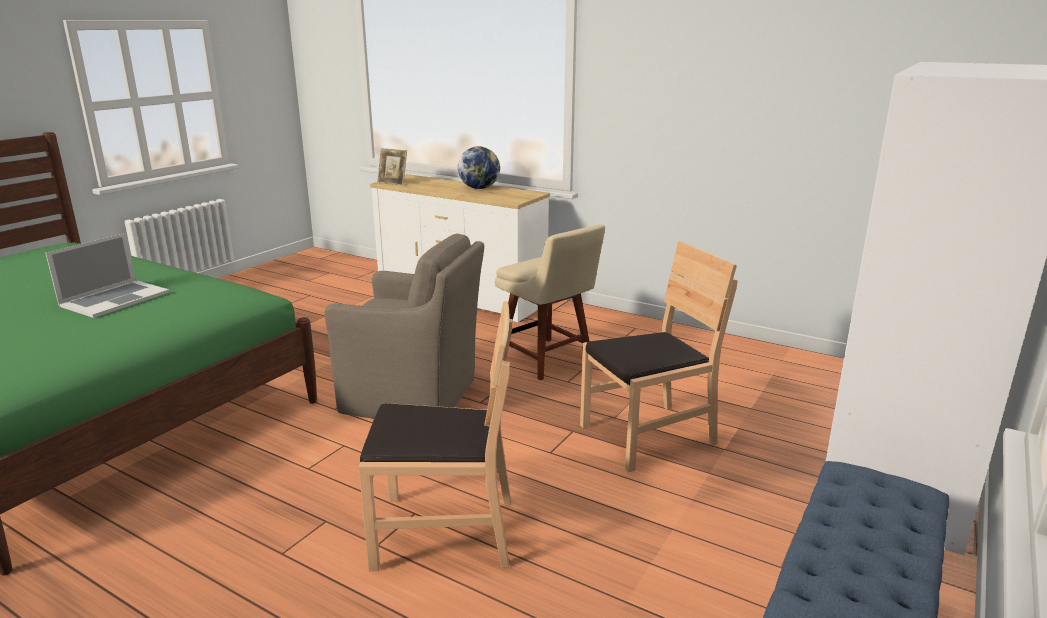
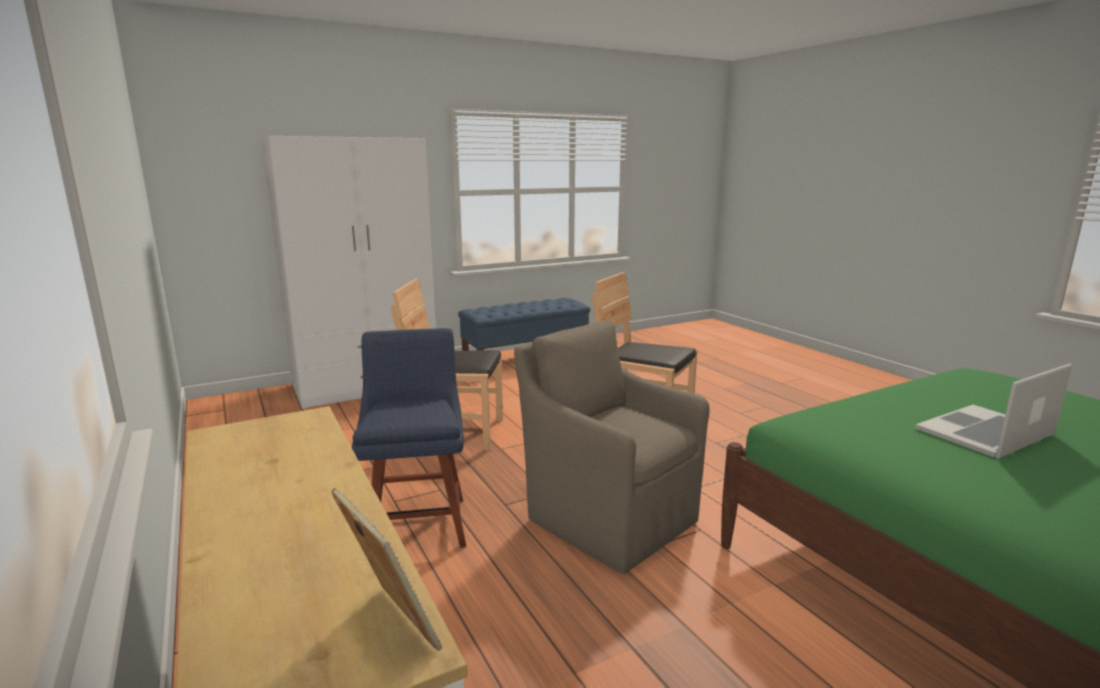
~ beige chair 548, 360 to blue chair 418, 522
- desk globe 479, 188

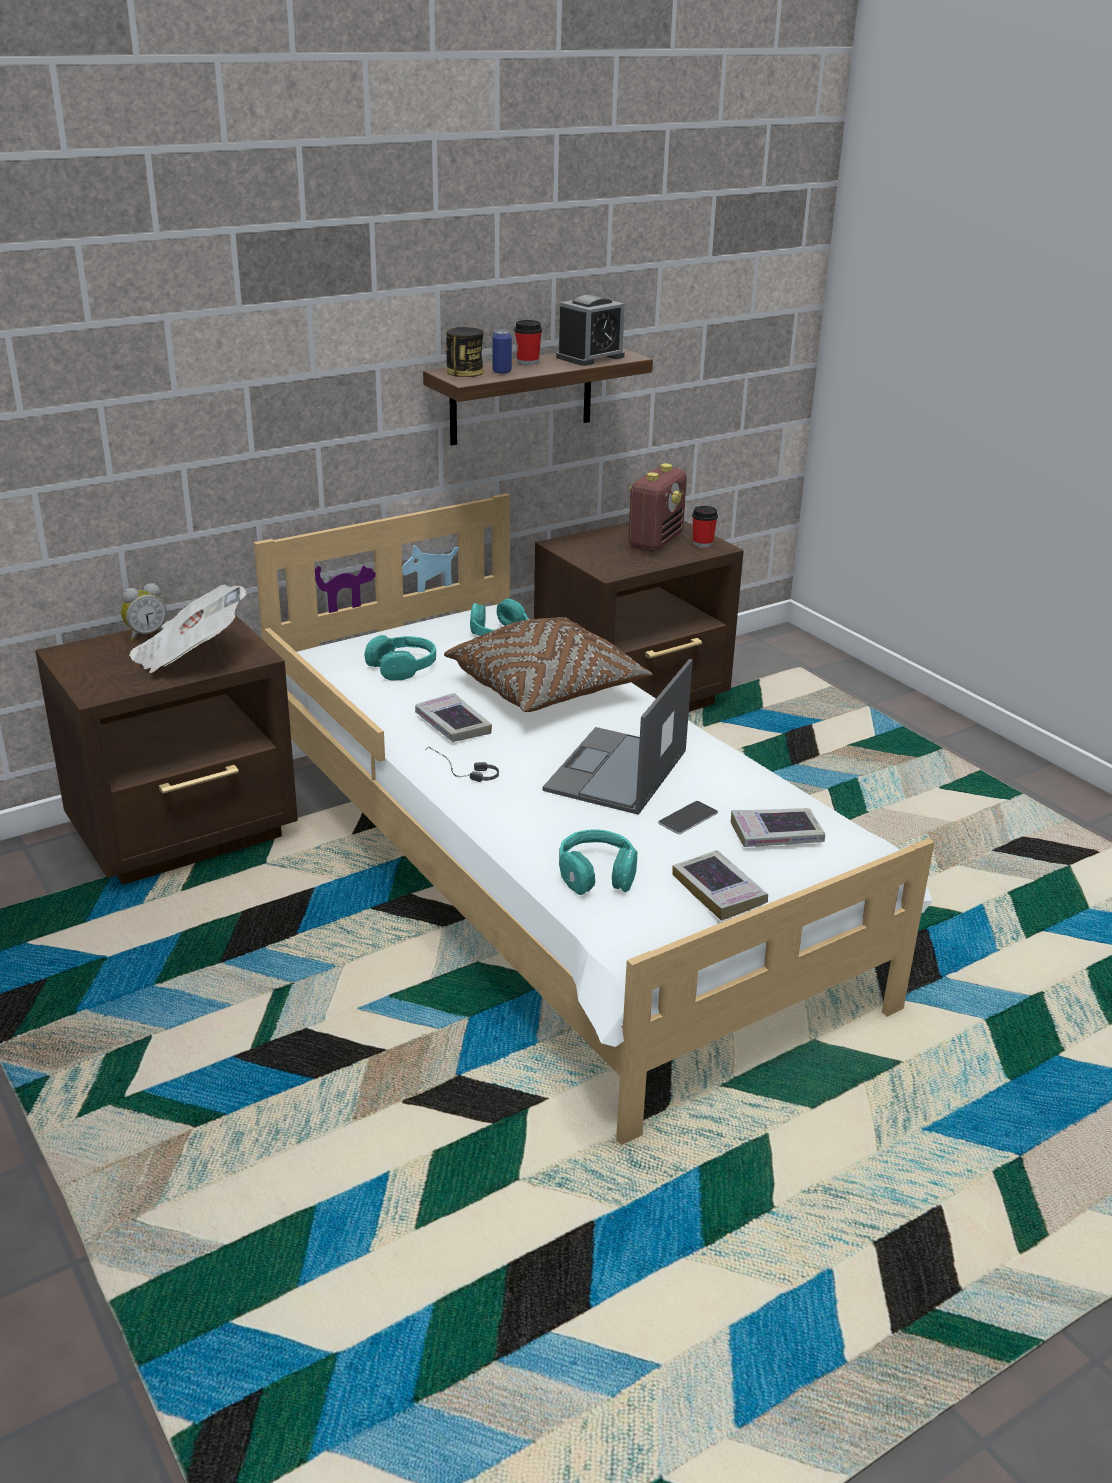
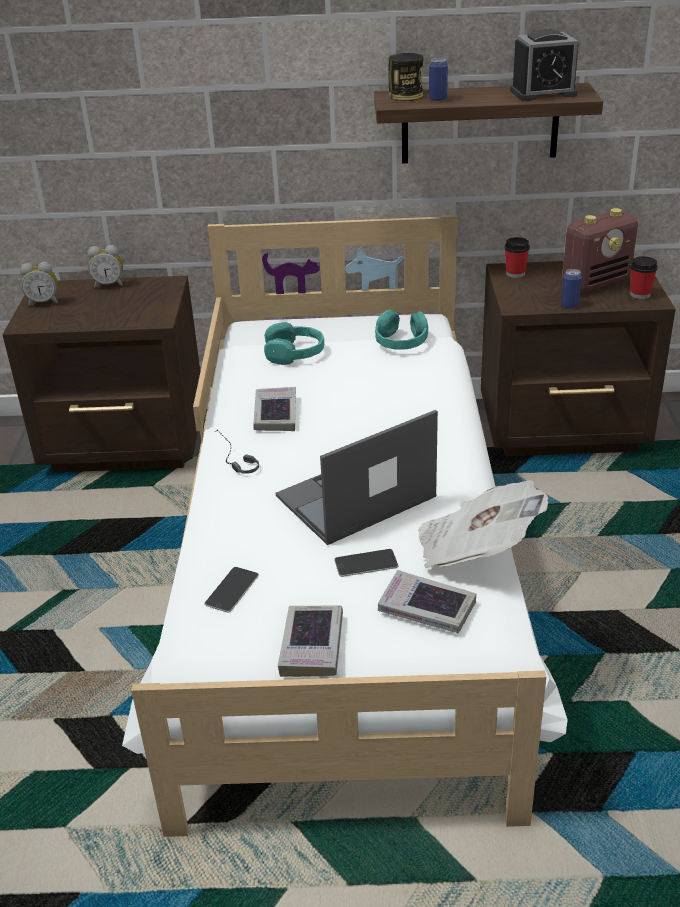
+ table clock 44, 302
~ turquoise-coloured headphones 596, 874 to phone 232, 589
~ printed paper 189, 657 to 475, 550
~ drinking cup 527, 362 to 515, 274
+ metal can 569, 305
- brownish throw pillow 547, 690

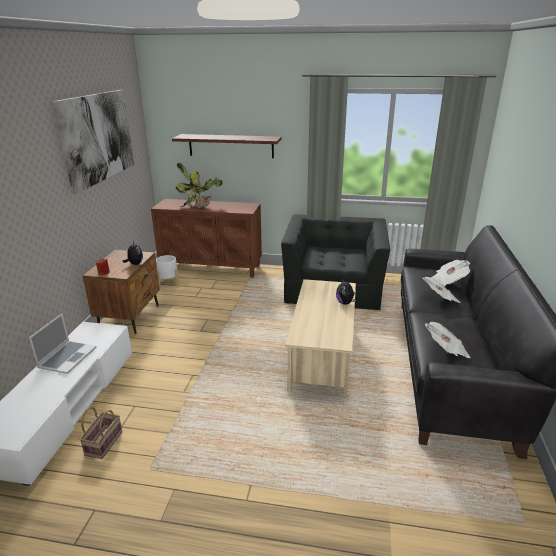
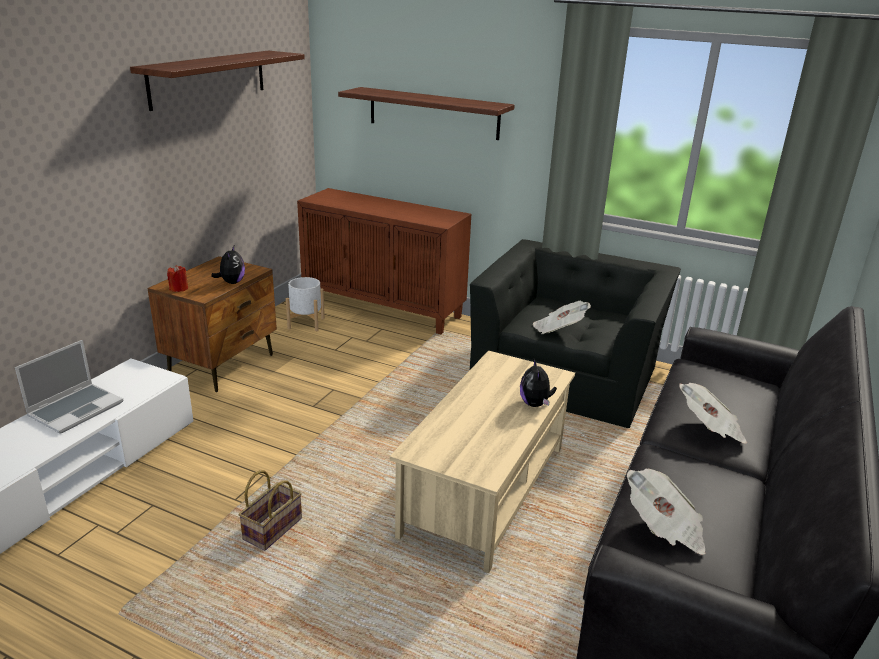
~ wall art 98, 137 to wall shelf 208, 78
~ household basket 103, 442 to 273, 528
~ printed paper 448, 281 to 558, 330
- houseplant 200, 206

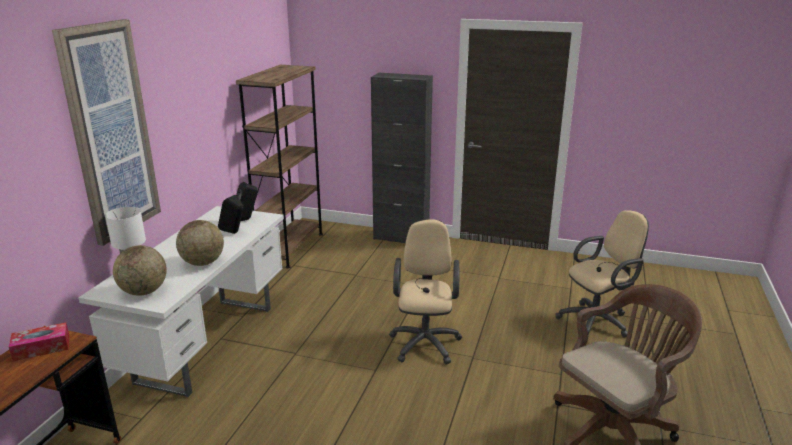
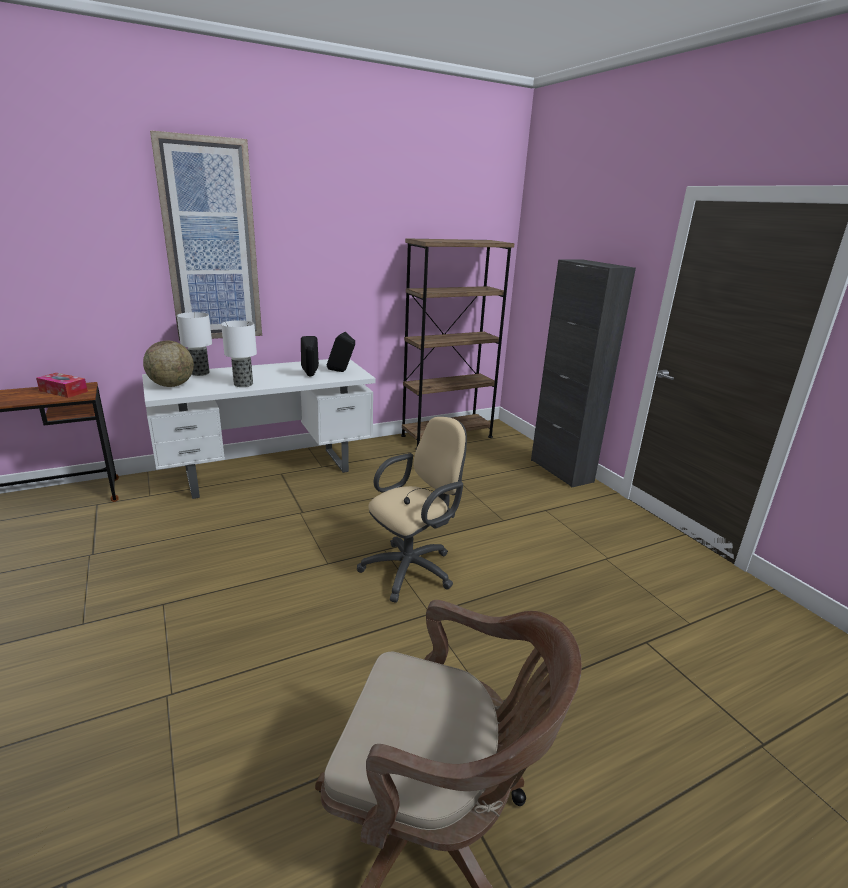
~ desk globe 203, 263 to lamp for a table 243, 384
- beige desk chair 597, 321

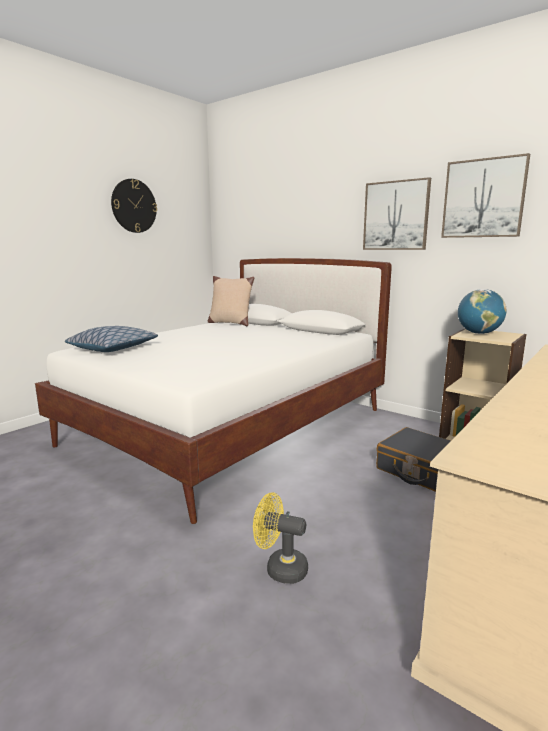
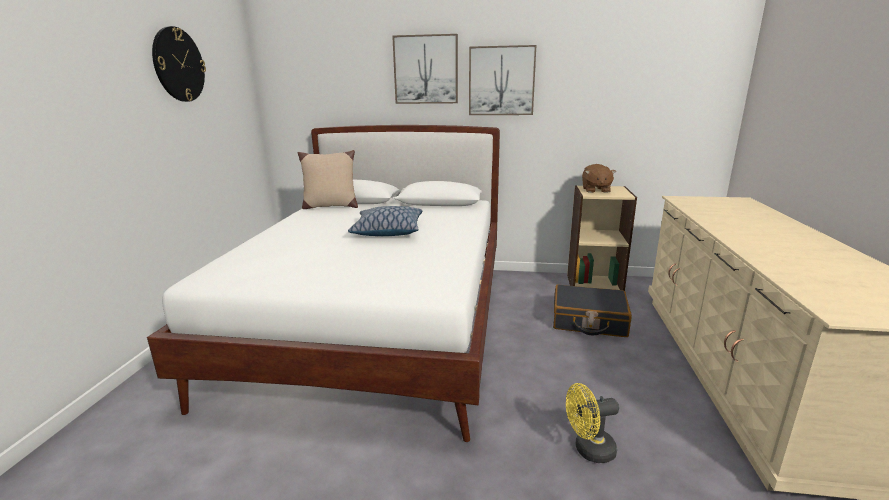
~ throw pillow 113, 348 to 387, 231
~ wall art 483, 198 to 426, 70
~ desk globe 478, 333 to brownish plush toy 595, 190

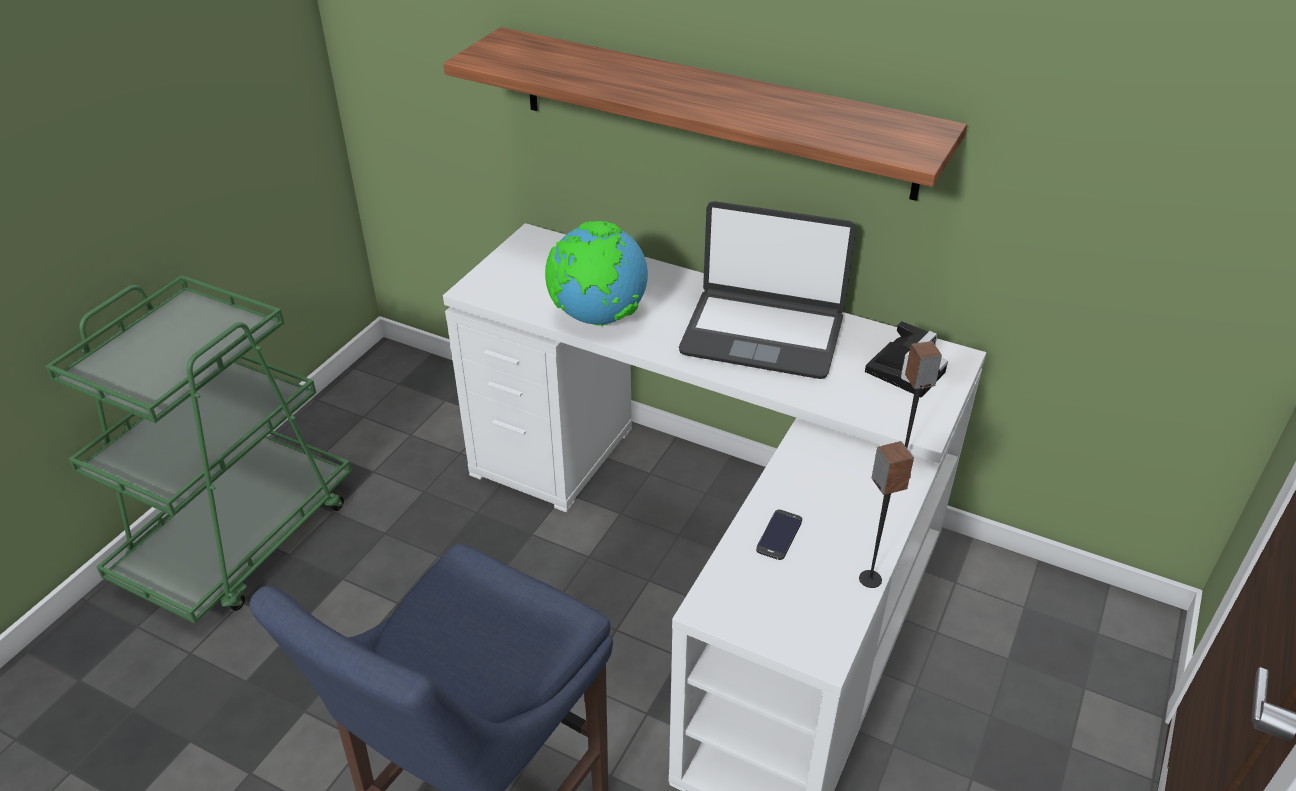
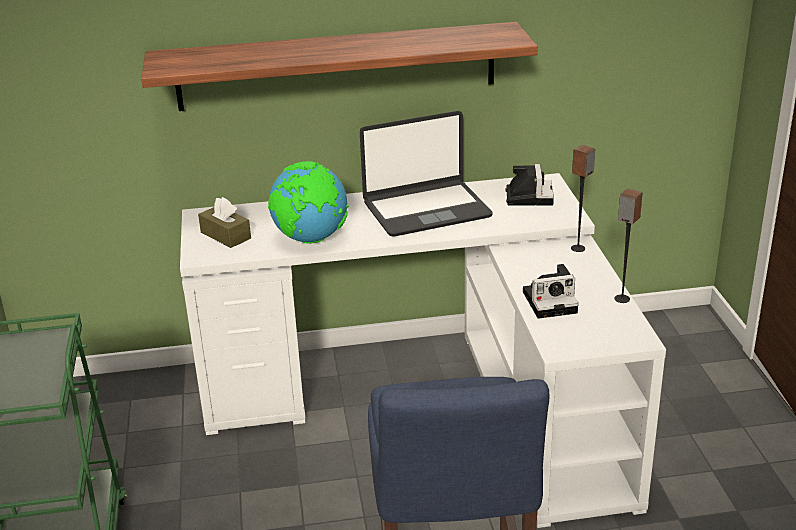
+ brownish tissue box 225, 235
~ phone 779, 535 to photo camera 551, 301

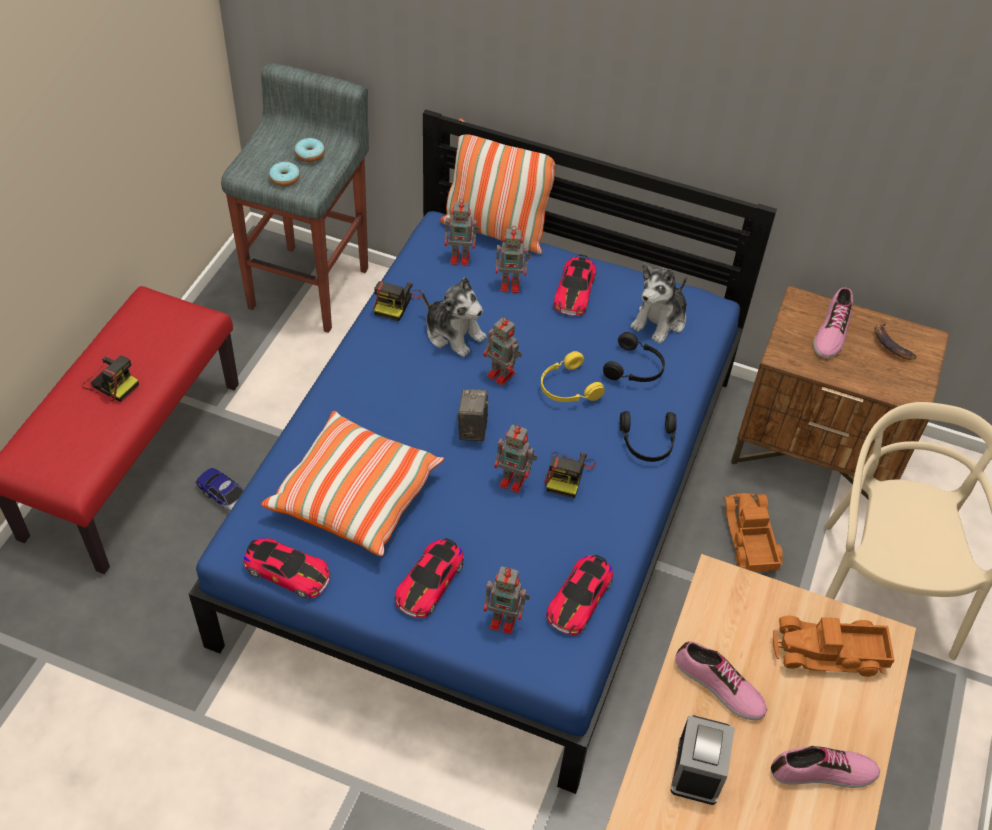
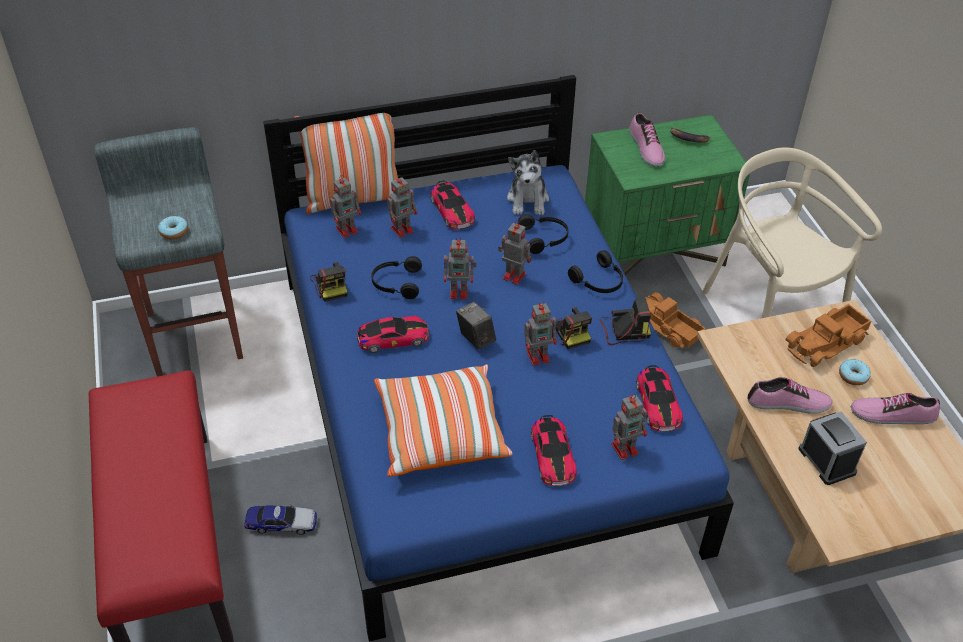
~ model car 287, 572 to 393, 338
~ plush toy 453, 333 to black headphones 396, 283
~ yellow headphones 567, 388 to robot figure 513, 275
~ brownish bedside table 817, 450 to green-coloured bedside table 654, 249
~ photo camera 111, 382 to 623, 330
~ ring doughnut 310, 155 to 853, 376
~ low shoe 823, 773 = 892, 414 135 degrees counterclockwise

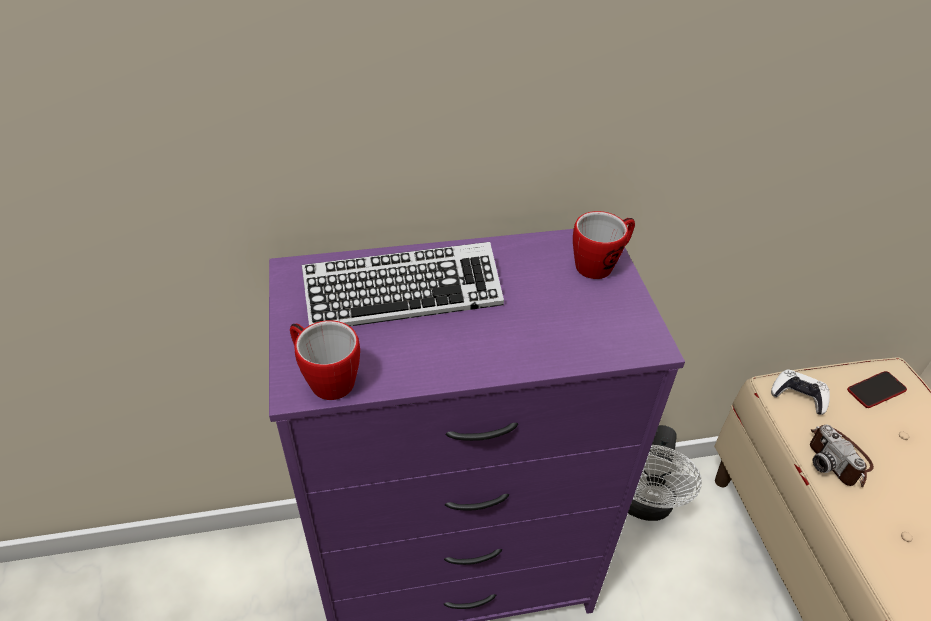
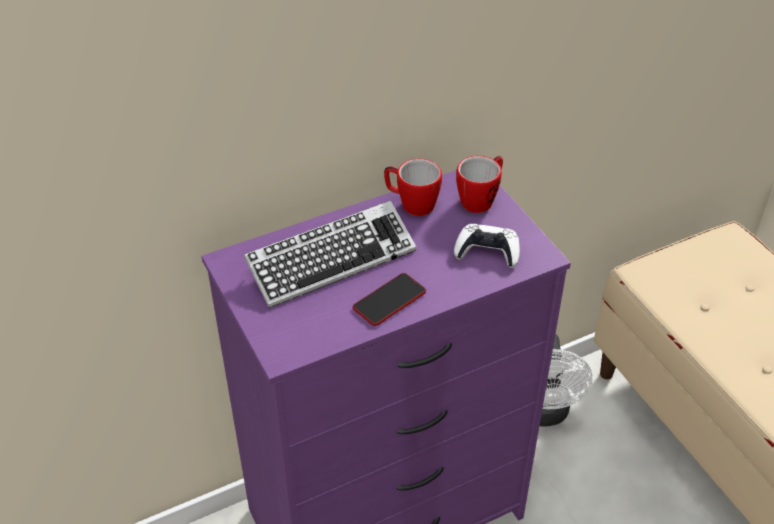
~ phone 876, 390 to 389, 300
~ coffee mug 325, 378 to 411, 204
~ white-coloured joypad 799, 395 to 487, 251
- photo camera 838, 458

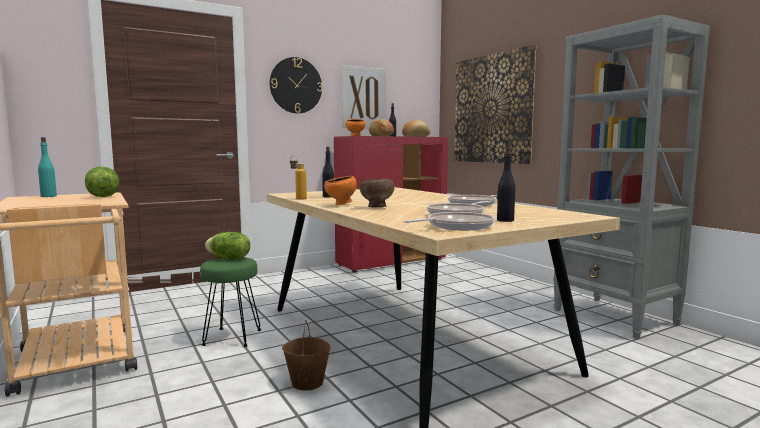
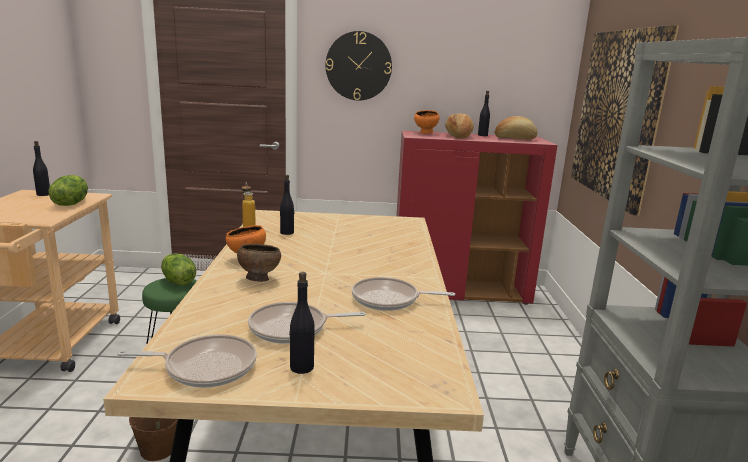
~ turquoise-coloured bottle 48, 196 to black bottle 43, 194
- wall art 363, 98

